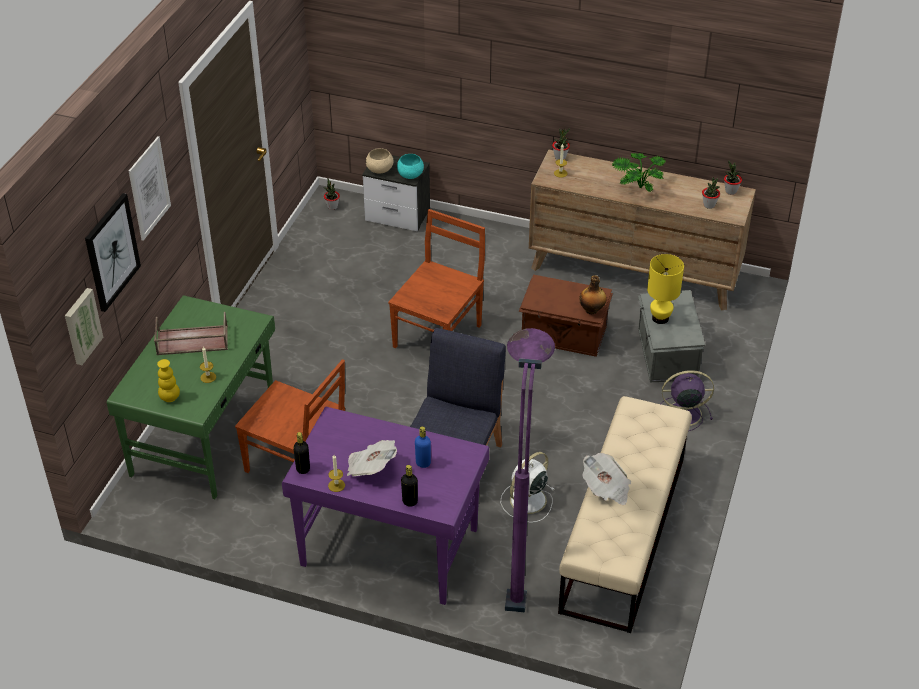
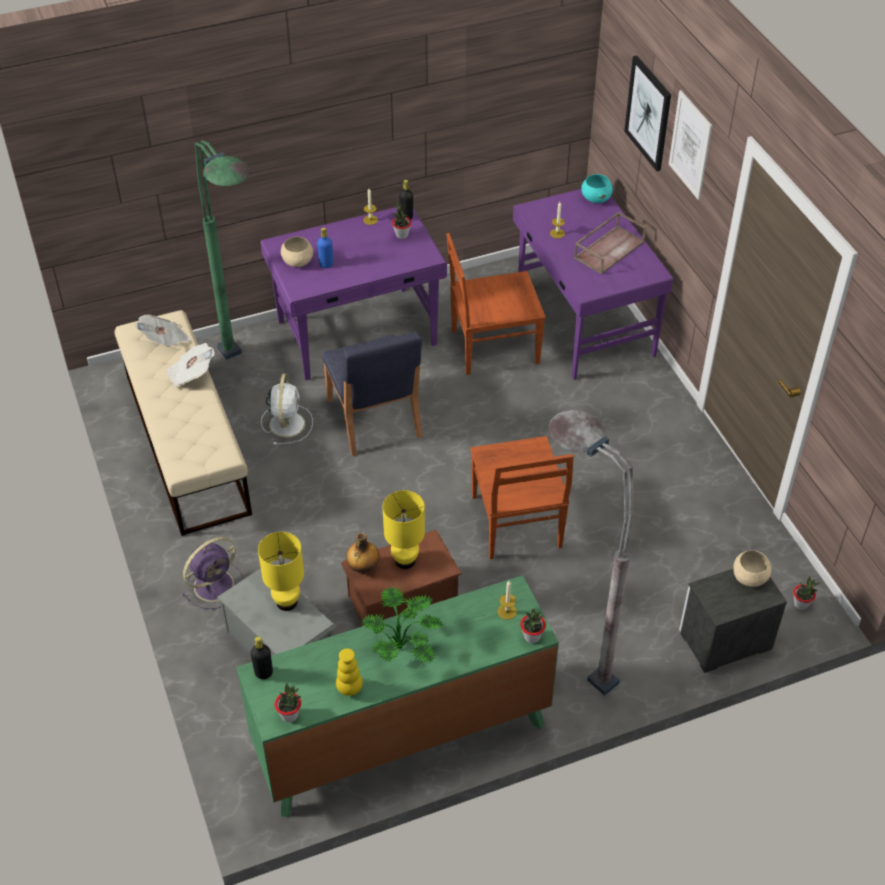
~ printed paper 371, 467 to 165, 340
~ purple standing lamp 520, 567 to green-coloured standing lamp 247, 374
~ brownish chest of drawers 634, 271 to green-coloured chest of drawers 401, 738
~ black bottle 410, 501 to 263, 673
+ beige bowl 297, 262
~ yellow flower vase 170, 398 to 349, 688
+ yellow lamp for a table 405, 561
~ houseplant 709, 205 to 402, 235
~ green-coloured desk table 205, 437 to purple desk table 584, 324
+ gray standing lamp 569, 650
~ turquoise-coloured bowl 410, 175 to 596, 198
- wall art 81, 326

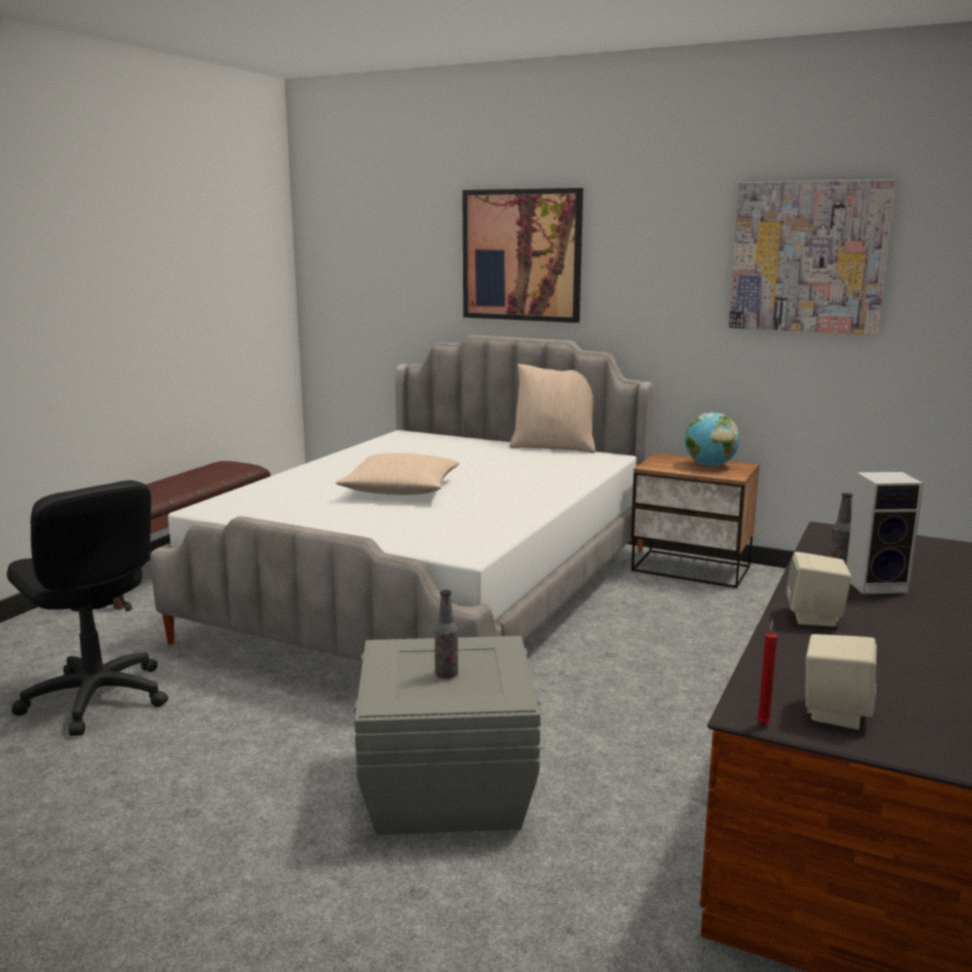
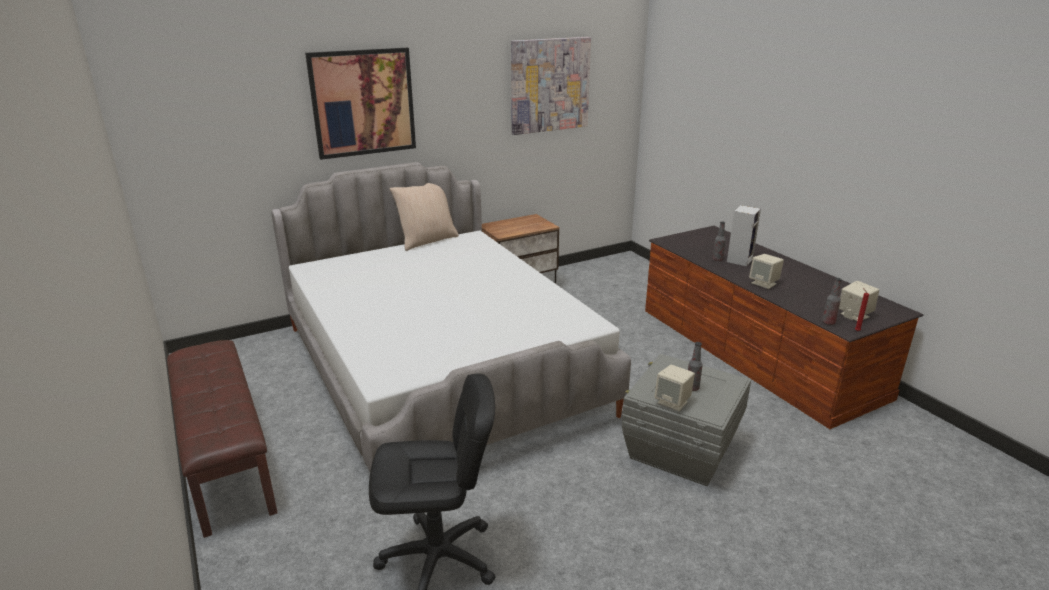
+ beige speaker 673, 402
+ bottle 828, 322
- beige throw pillow 401, 490
- desk globe 709, 465

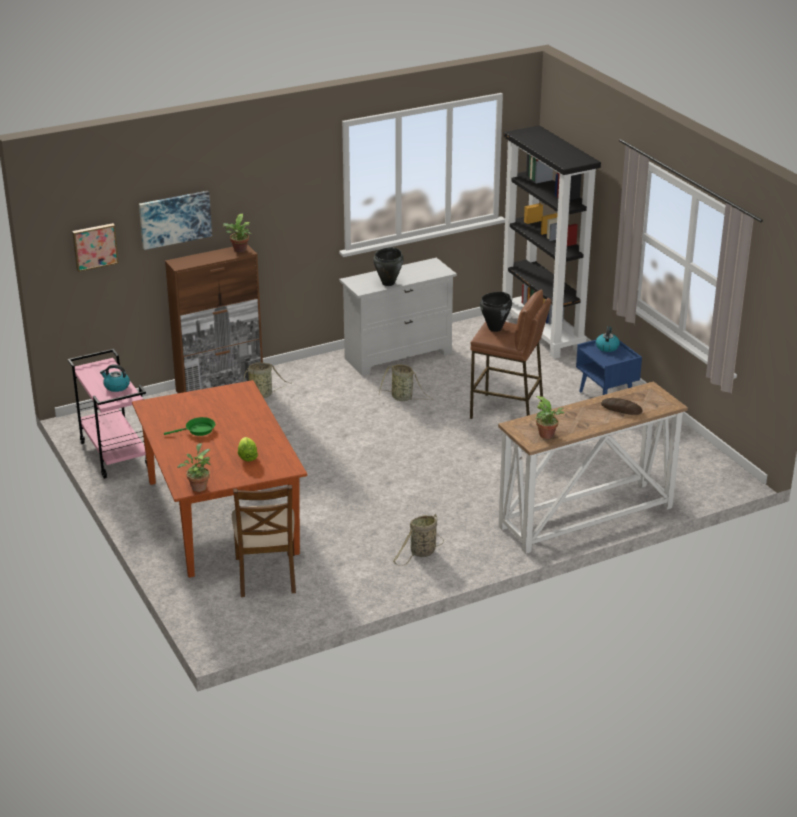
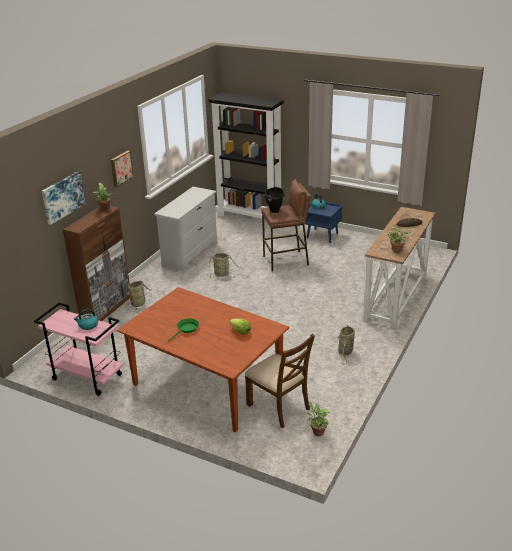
~ wall art 94, 246 to 121, 168
~ houseplant 198, 486 to 317, 432
- black cooking pot 388, 283

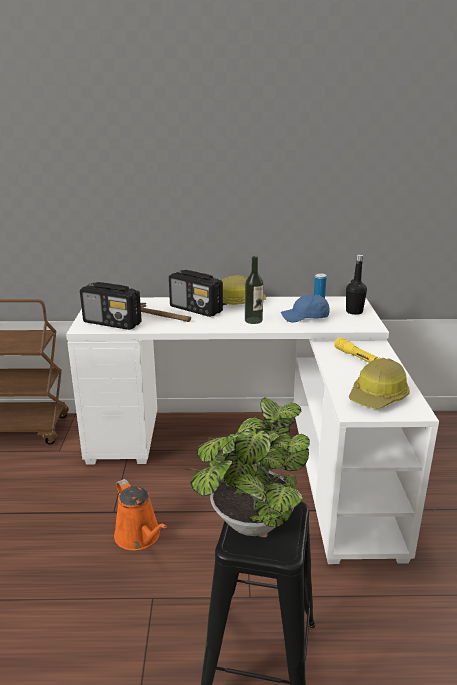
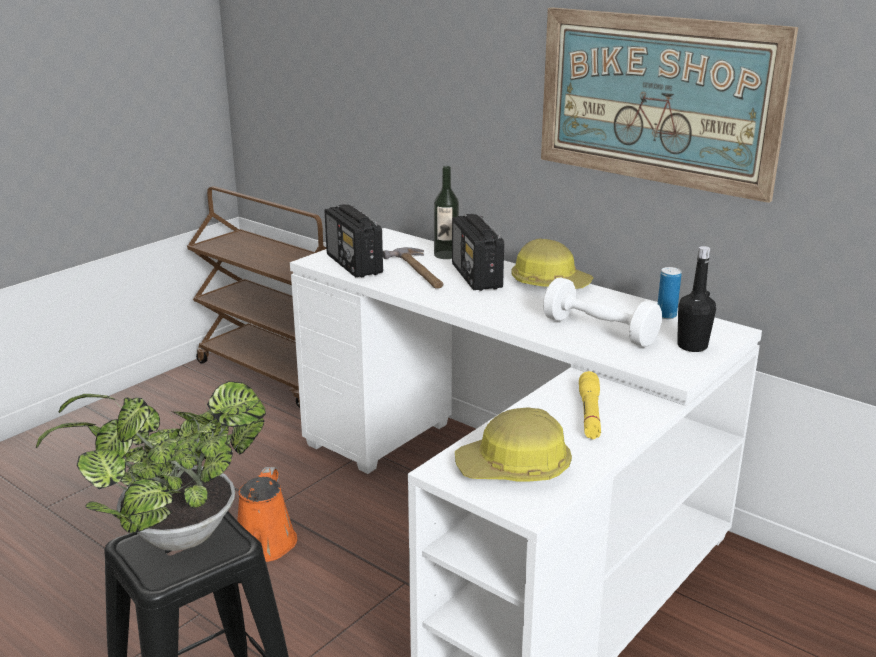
~ bottle 253, 320 to 446, 255
+ wall art 656, 100
~ blue baseball cap 305, 318 to white-coloured dumbbell 599, 331

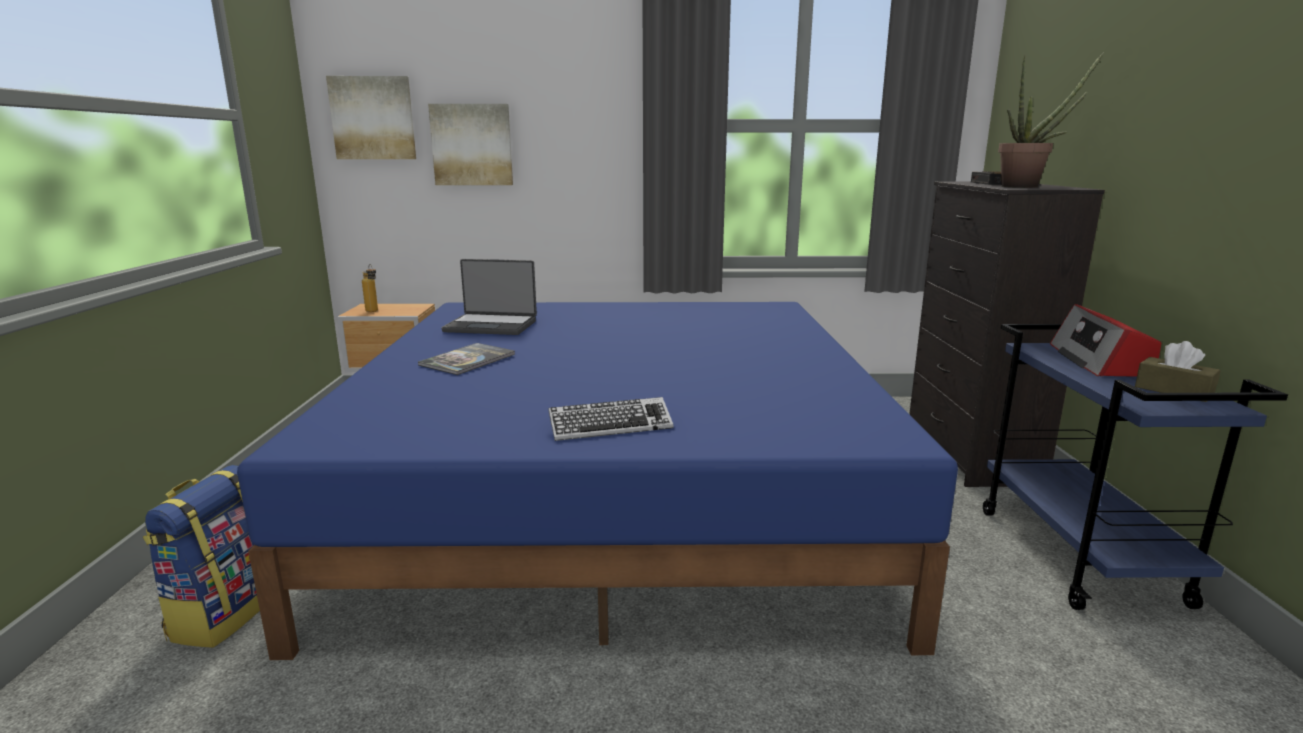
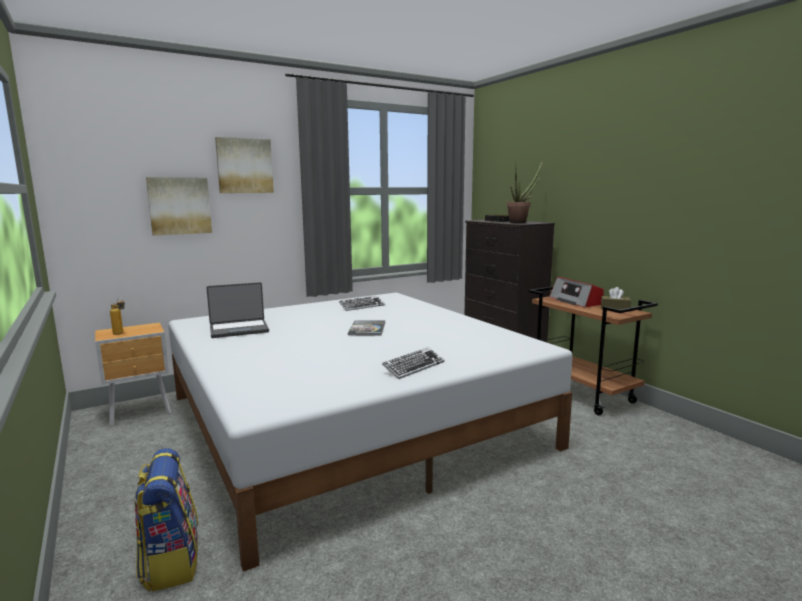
~ blue bed 617, 491 to white-coloured bed 351, 420
~ wall art 373, 118 to 244, 166
+ keyboard 362, 306
~ volume 468, 360 to 367, 329
~ blue trolley 1080, 556 to brownish trolley 582, 394

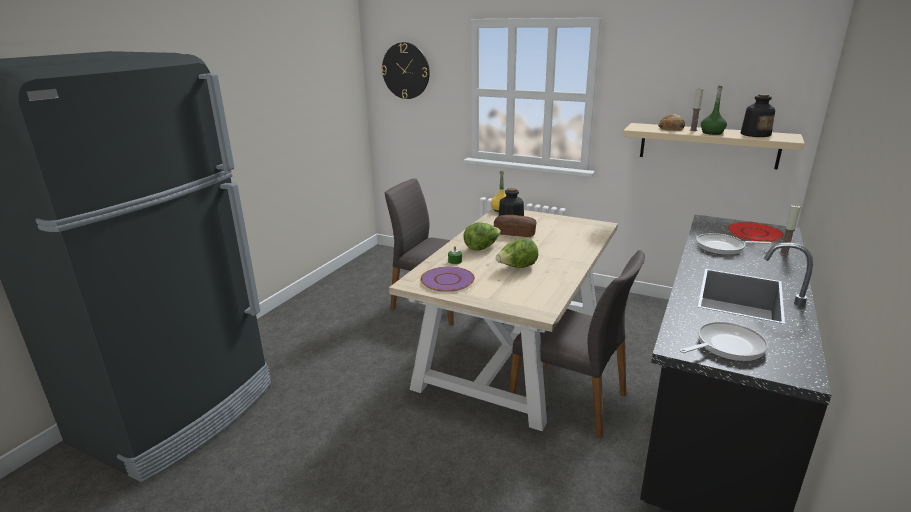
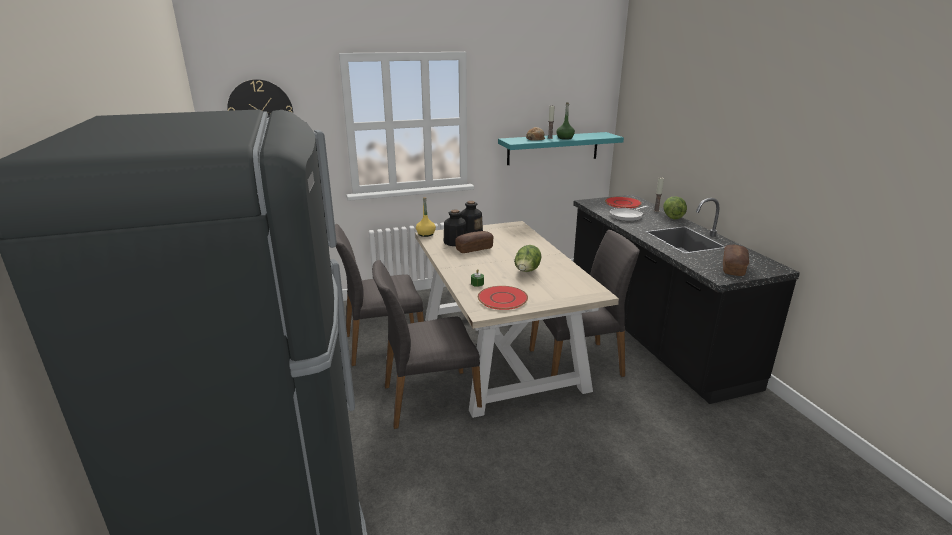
+ gray chair 429, 399
~ bottle 755, 134 to 471, 232
~ purple flat dish 447, 280 to reddish flat dish 502, 298
~ beige wall shelf 708, 145 to turquoise-coloured wall shelf 553, 148
~ lettuce 482, 248 to 672, 217
~ pan 726, 346 to bread 733, 268

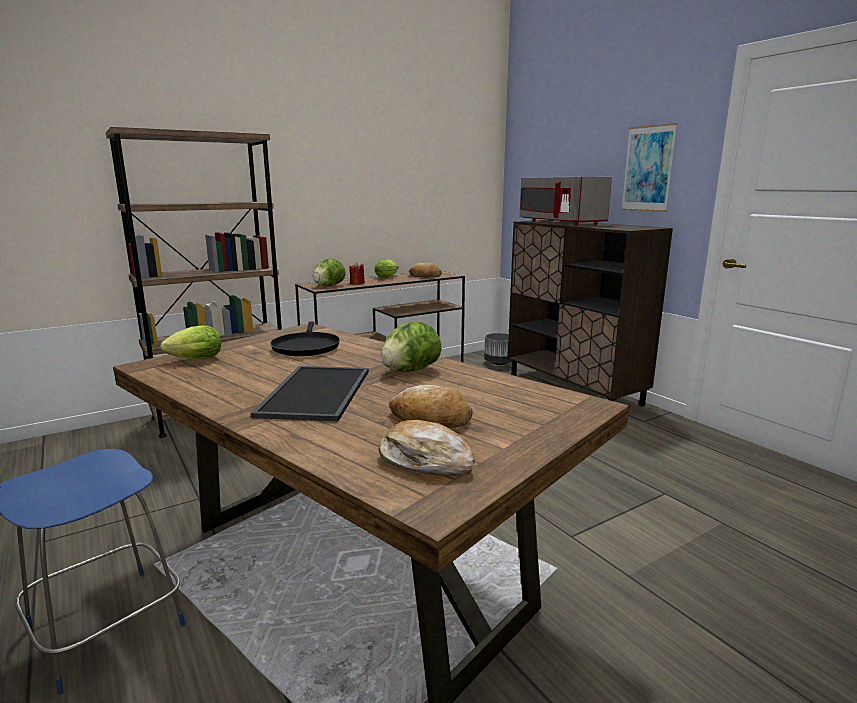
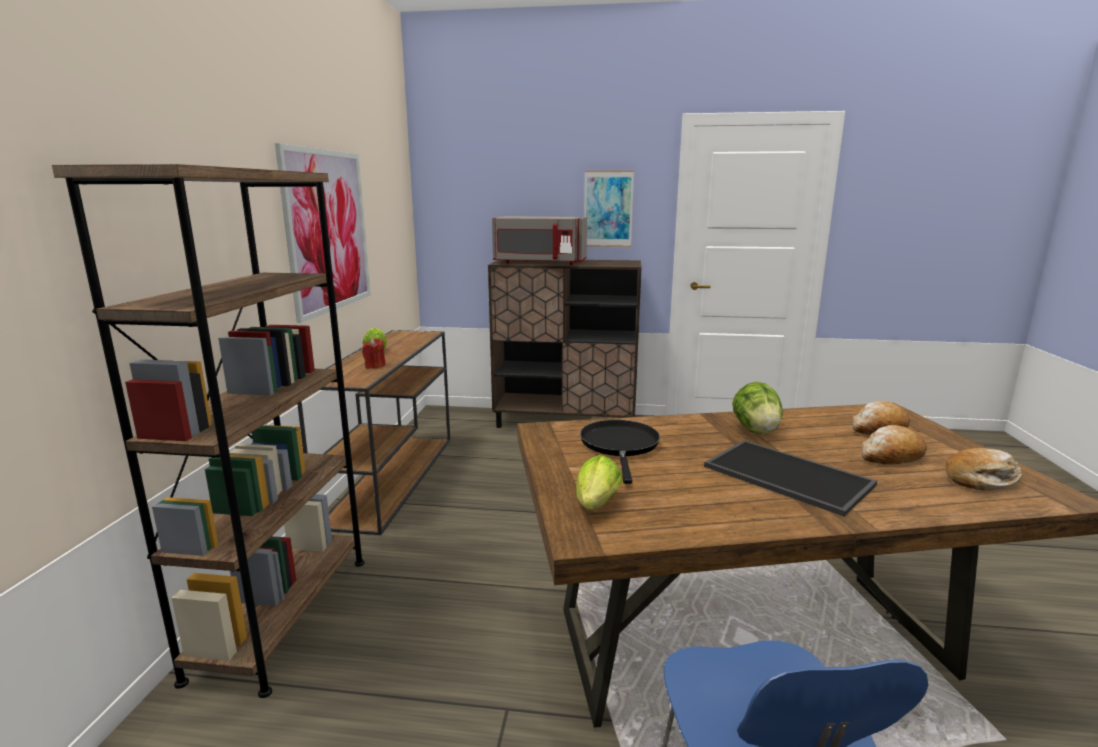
+ wall art 328, 231
~ black pan 306, 347 = 620, 446 120 degrees counterclockwise
~ bread 425, 276 to 878, 428
- lettuce 328, 286
- gray flower pot 498, 363

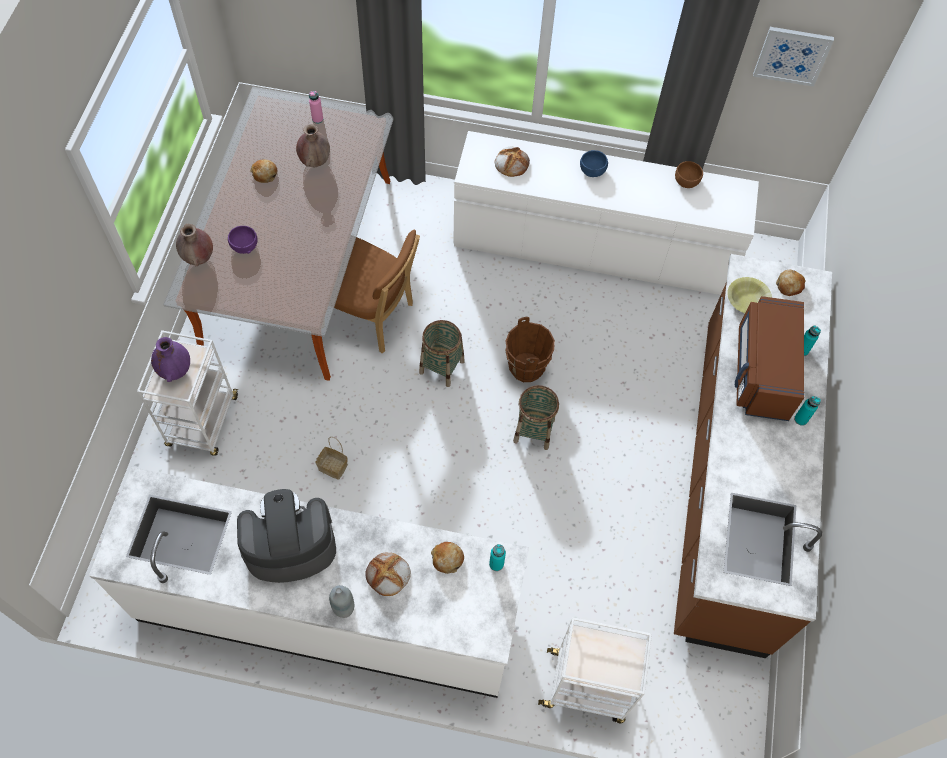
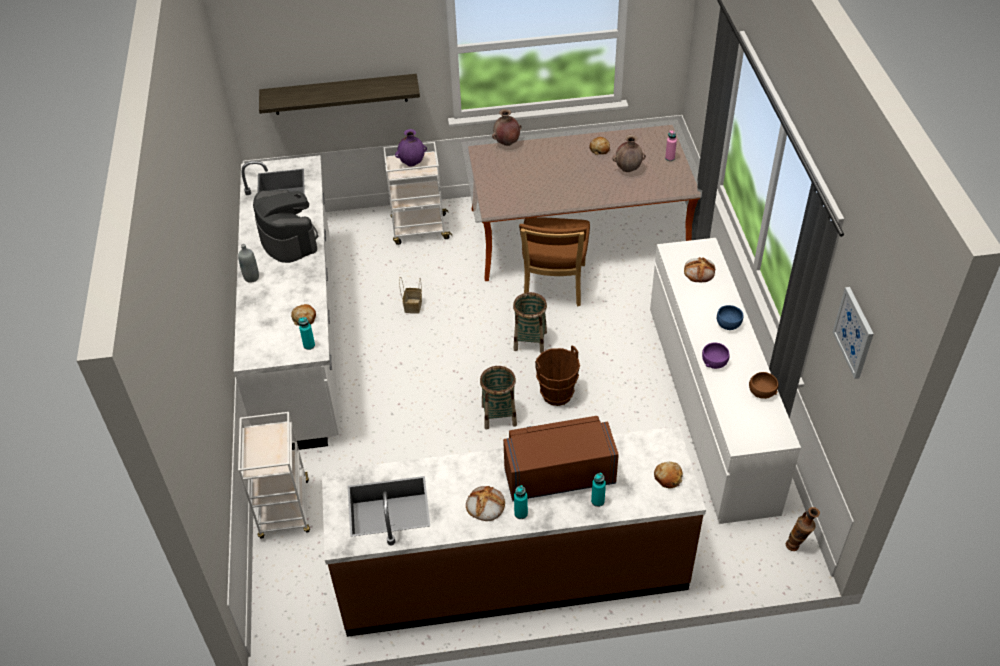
+ wall shelf 340, 94
~ bread 388, 575 to 485, 505
~ purple bowl 244, 245 to 714, 362
+ flower vase 796, 546
- yellow bowl 747, 300

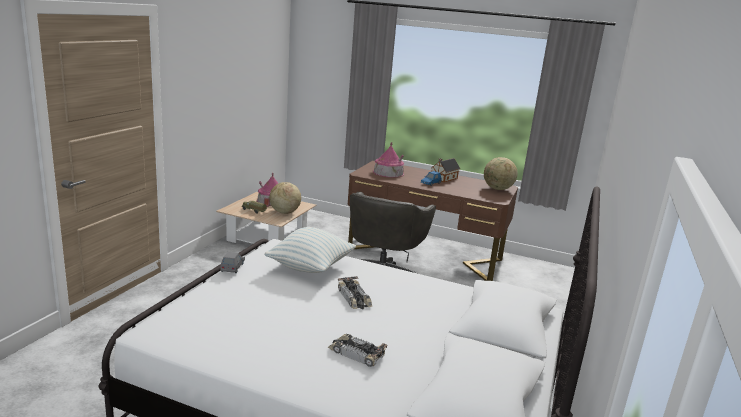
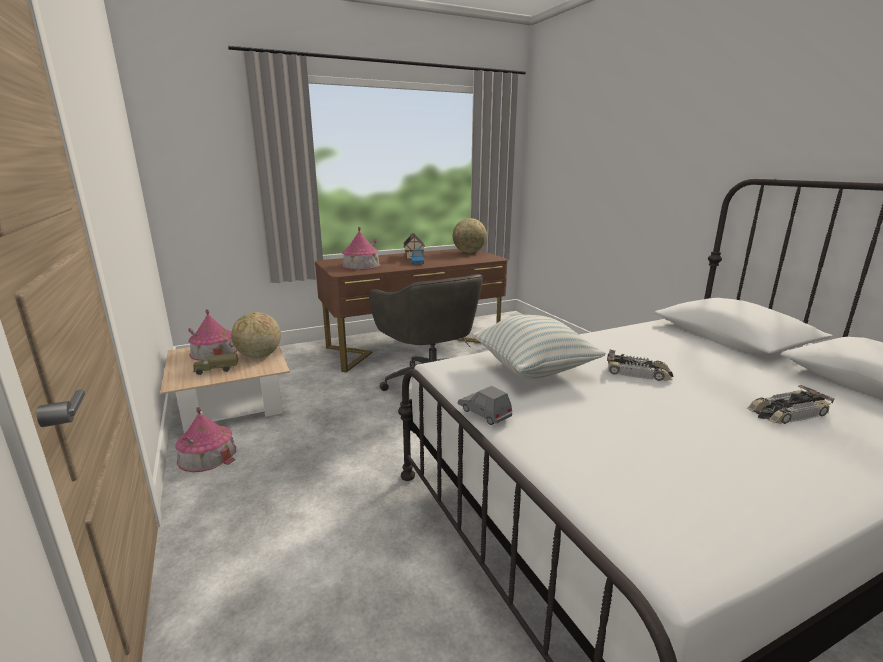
+ toy house 207, 455

